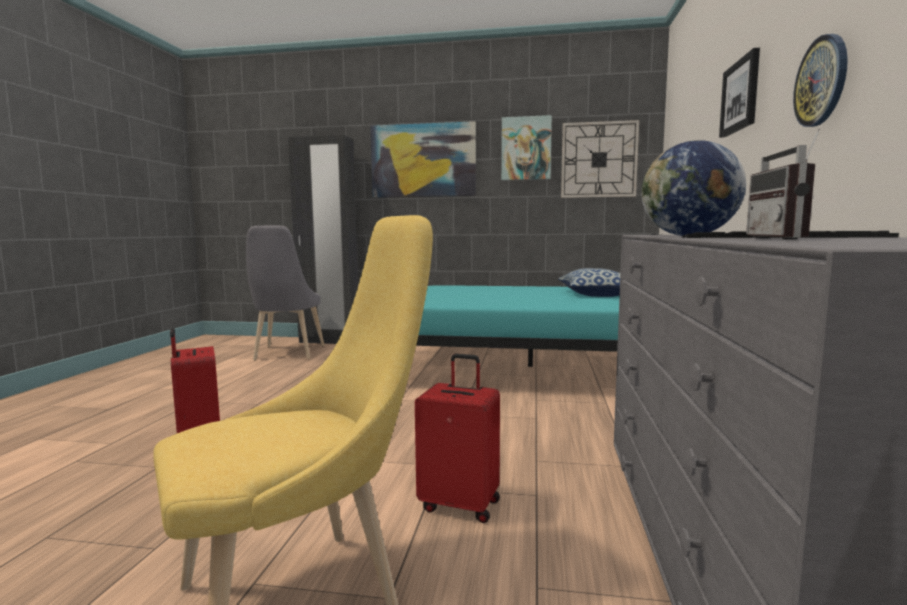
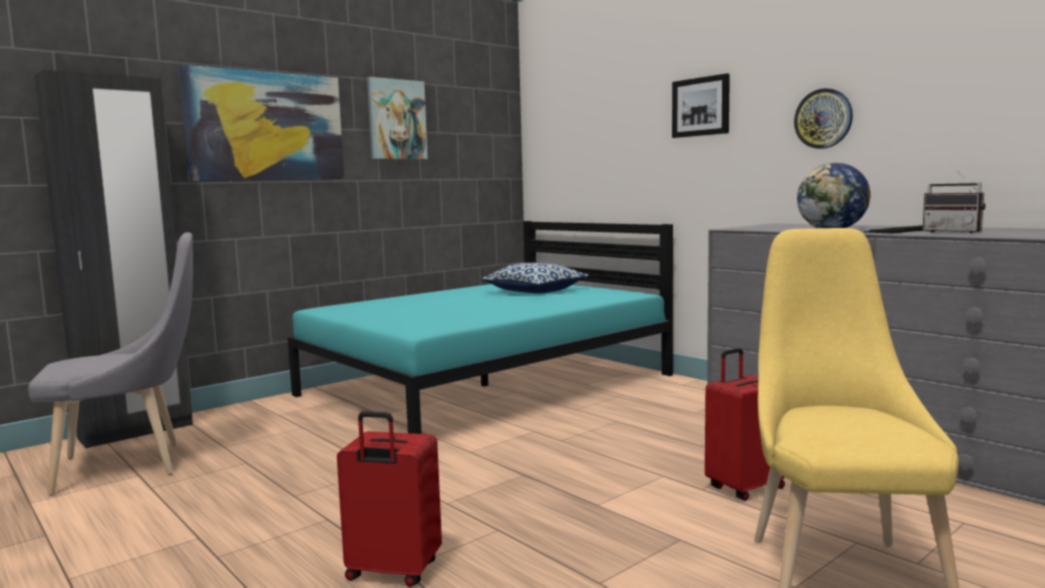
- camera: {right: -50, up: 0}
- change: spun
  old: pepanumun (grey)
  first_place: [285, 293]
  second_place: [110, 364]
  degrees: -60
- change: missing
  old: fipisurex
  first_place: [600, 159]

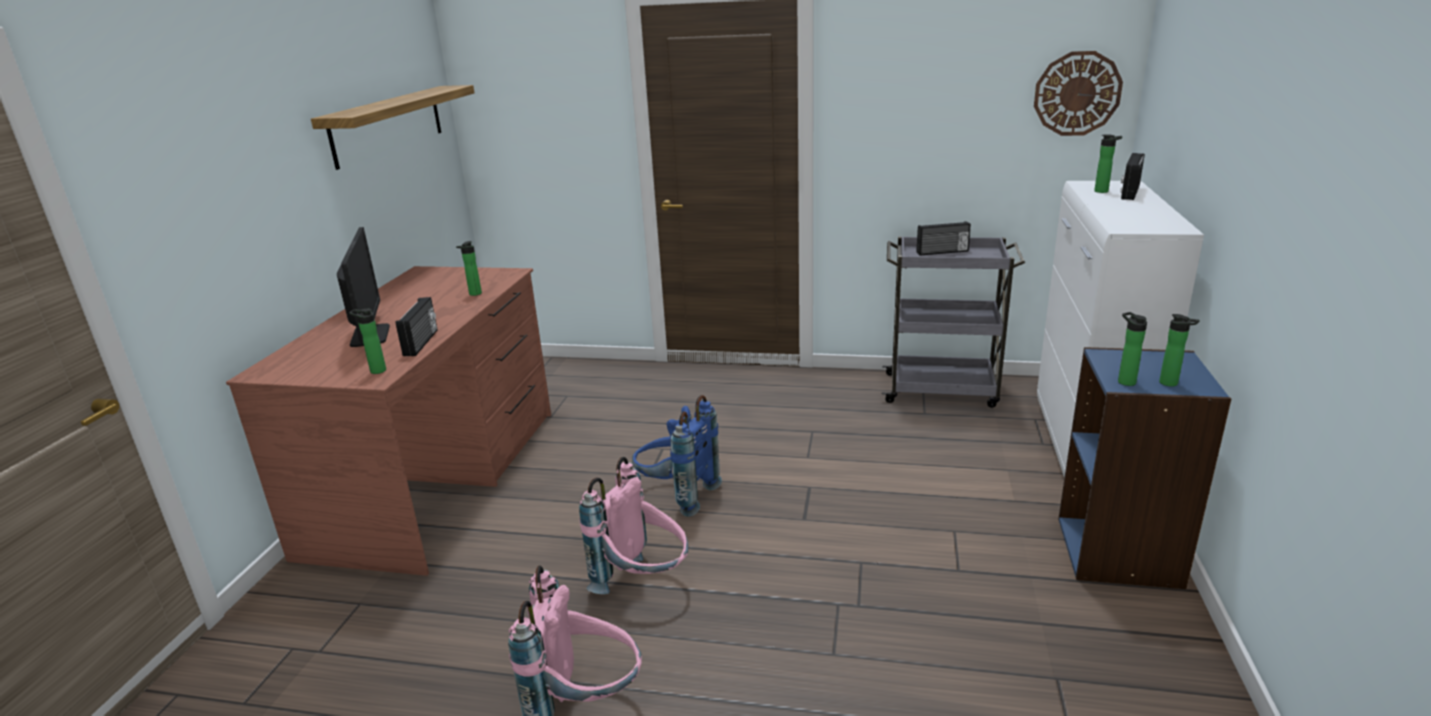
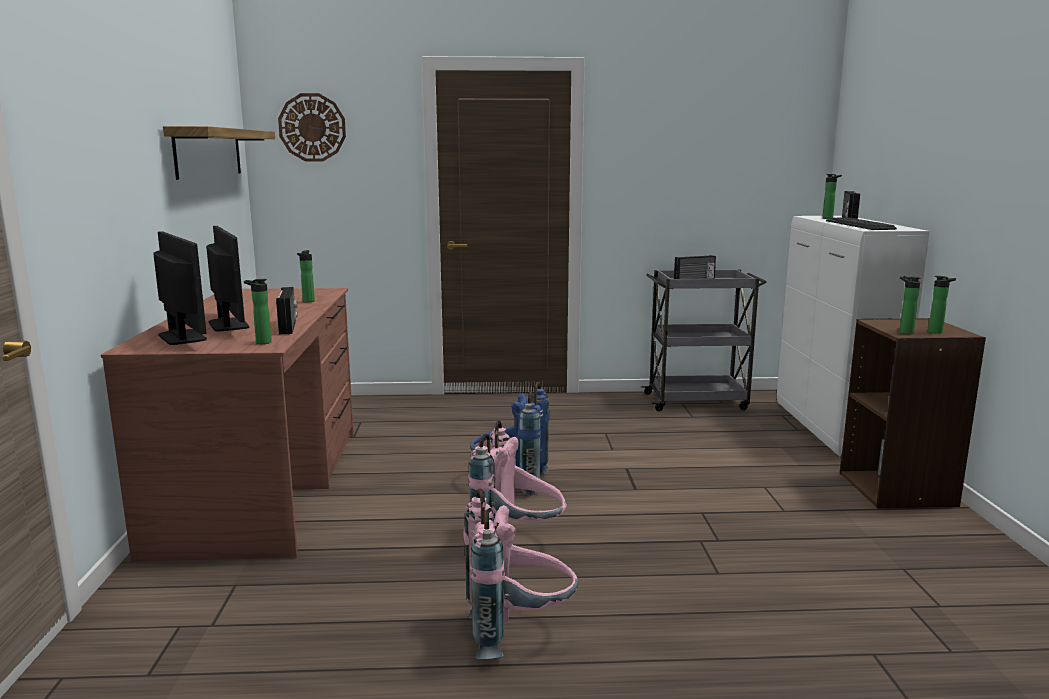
- camera: {right: -15, up: -10}
- change: relocated
  old: fipisurex
  first_place: [1078, 93]
  second_place: [312, 127]
- change: colour
  old: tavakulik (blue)
  new: tavakulik (brown)
  first_place: [1144, 468]
  second_place: [913, 413]
- change: appeared
  new: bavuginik
  second_place: [180, 288]
- change: appeared
  new: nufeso
  second_place: [861, 223]

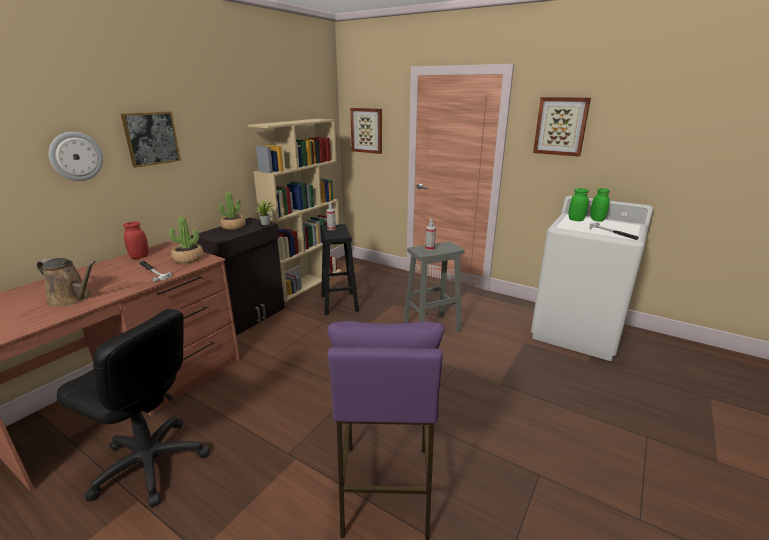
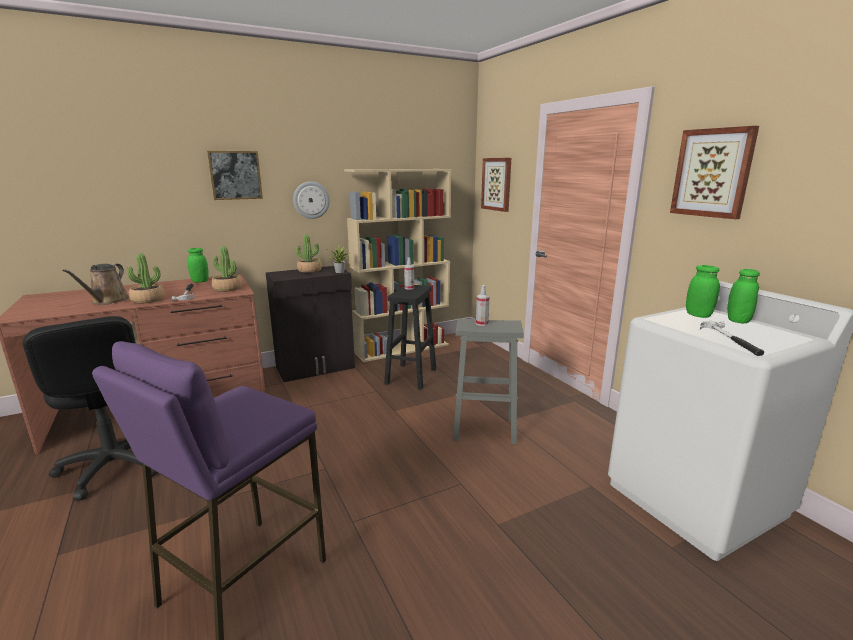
- camera: {right: 30, up: -5}
- change: spun
  old: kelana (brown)
  first_place: [66, 282]
  second_place: [95, 284]
  degrees: 45
- change: relocated
  old: fipisurex
  first_place: [76, 156]
  second_place: [311, 200]
- change: colour
  old: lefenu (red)
  new: lefenu (green)
  first_place: [136, 240]
  second_place: [198, 265]
- change: appeared
  new: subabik
  second_place: [146, 278]

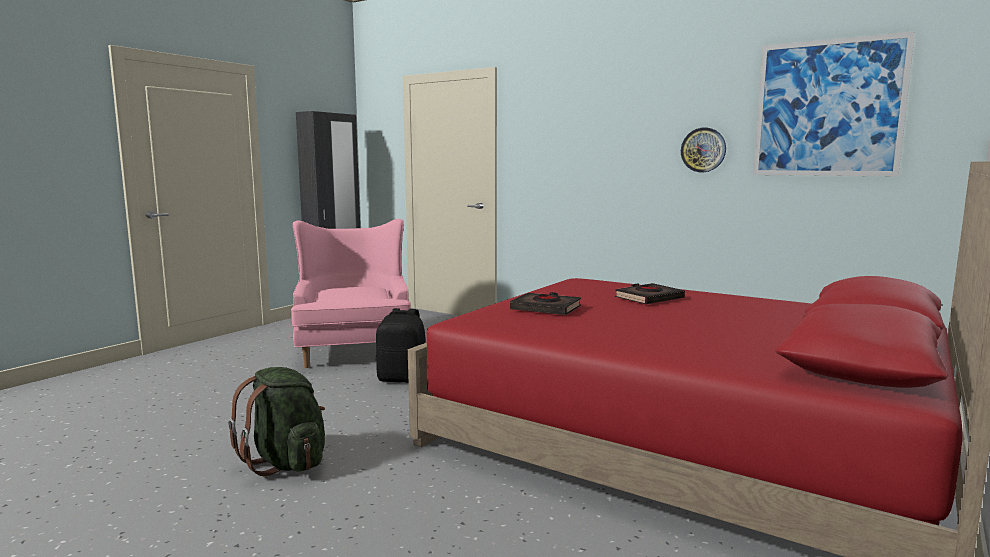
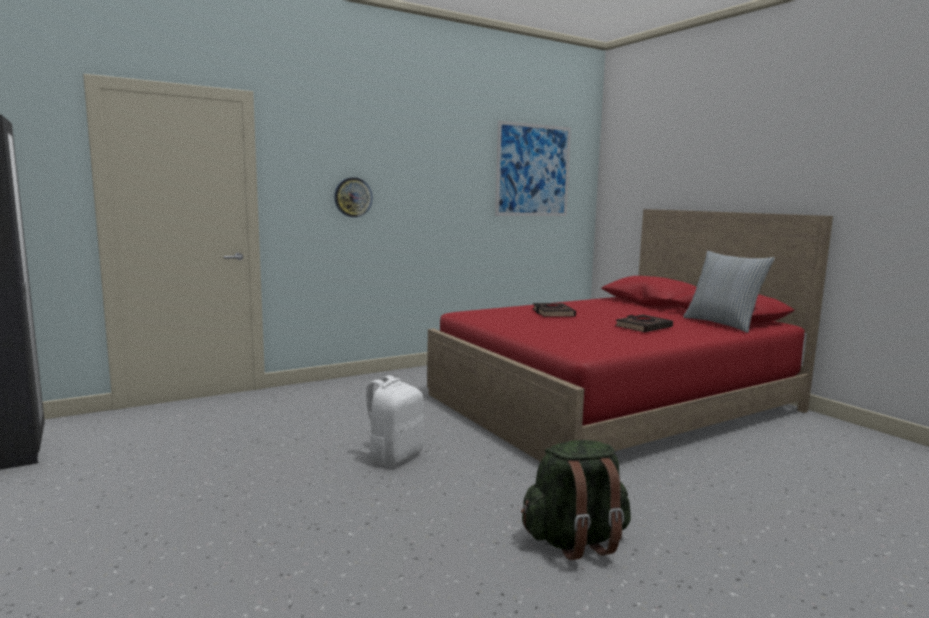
- camera: {right: -65, up: 0}
- change: missing
  old: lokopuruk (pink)
  first_place: [351, 293]
- change: colour
  old: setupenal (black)
  new: setupenal (white)
  first_place: [401, 345]
  second_place: [392, 420]
- change: relocated
  old: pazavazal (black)
  first_place: [545, 303]
  second_place: [644, 323]
- change: relocated
  old: fipisurex
  first_place: [703, 149]
  second_place: [353, 197]
- change: appeared
  new: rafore
  second_place: [729, 292]

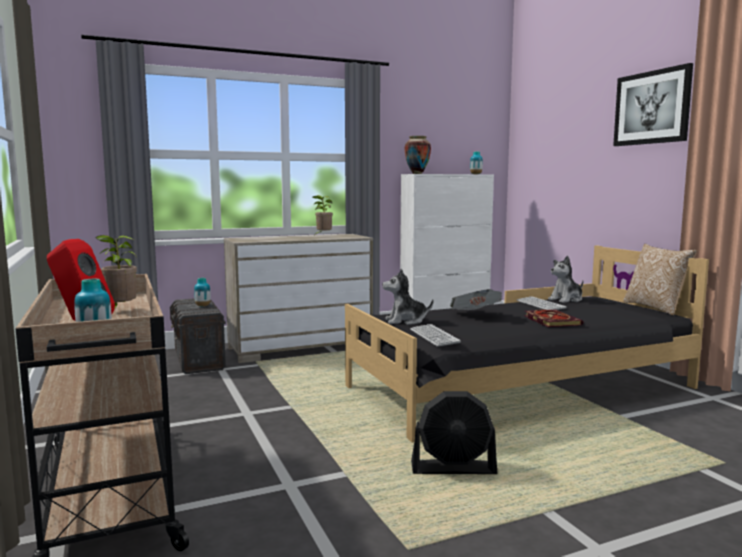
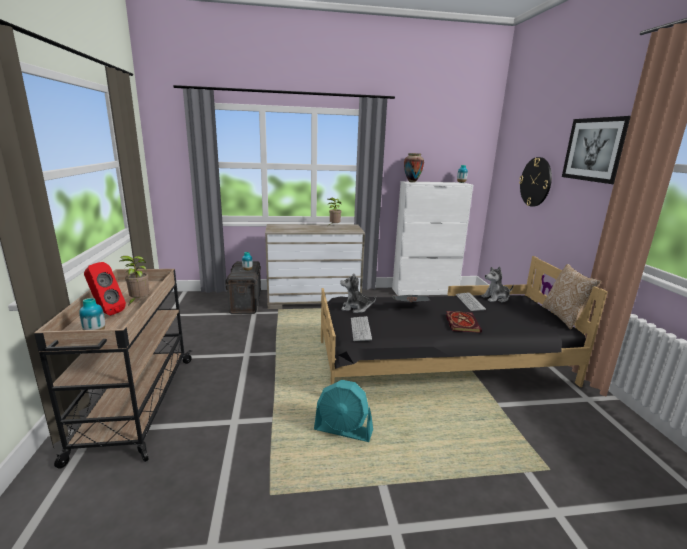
- camera: {right: 15, up: 10}
- change: colour
  old: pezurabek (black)
  new: pezurabek (turquoise)
  first_place: [454, 432]
  second_place: [343, 411]
- change: appeared
  new: fipisurex
  second_place: [535, 181]

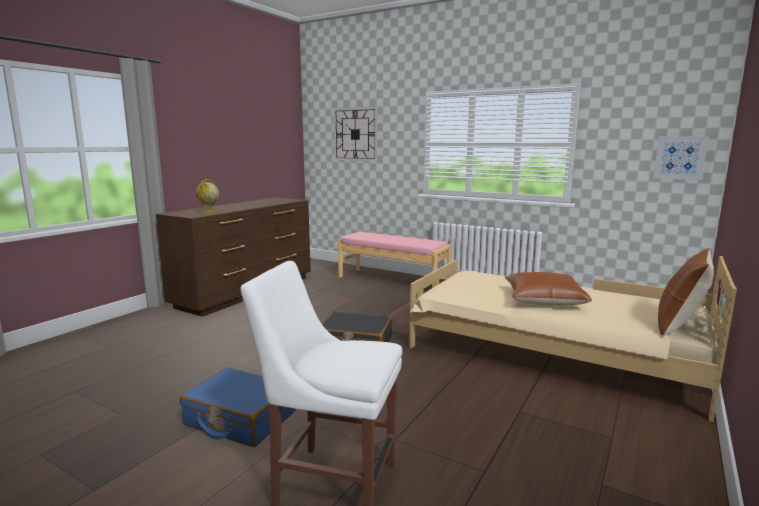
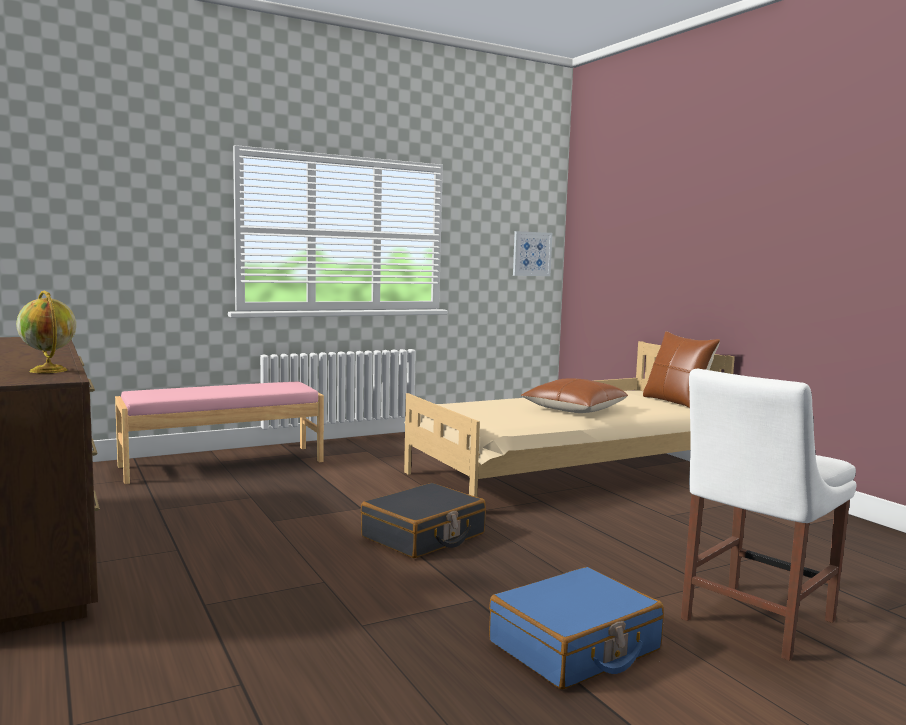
- camera: {right: -60, up: -5}
- change: missing
  old: fipisurex
  first_place: [355, 134]

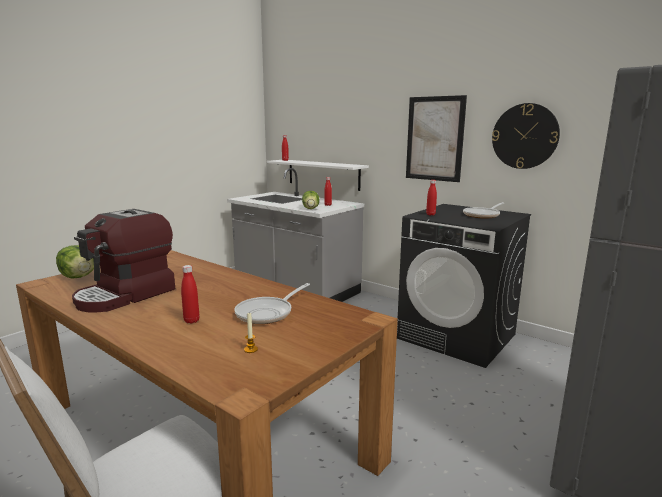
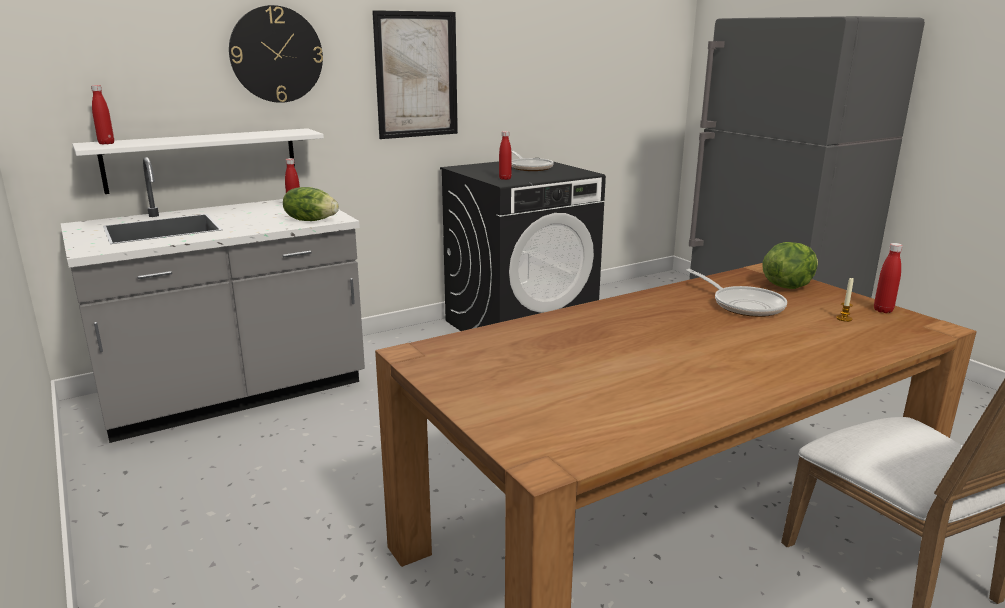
- camera: {right: -70, up: 5}
- change: relocated
  old: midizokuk
  first_place: [75, 262]
  second_place: [790, 265]
- change: missing
  old: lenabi
  first_place: [123, 260]
- change: relocated
  old: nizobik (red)
  first_place: [190, 294]
  second_place: [888, 278]
- change: relocated
  old: fipisurex
  first_place: [526, 136]
  second_place: [276, 54]

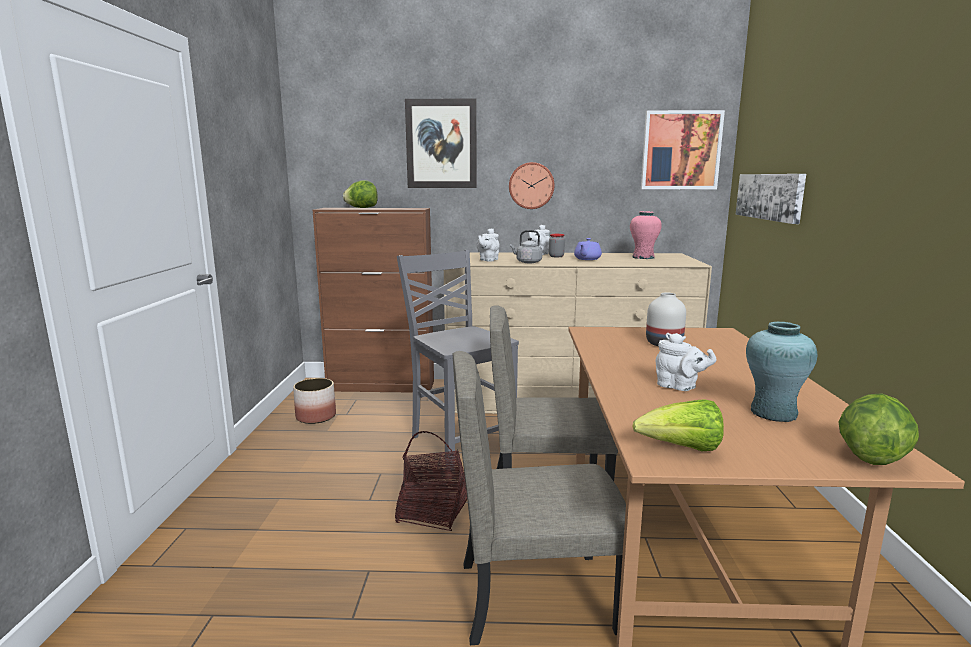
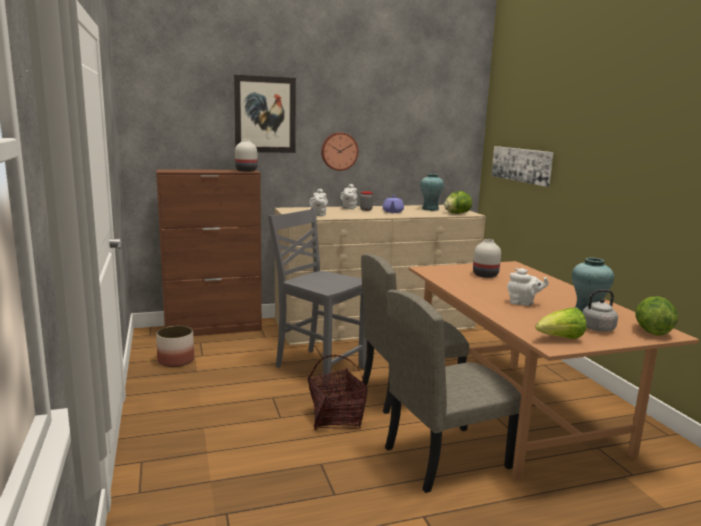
- camera: {right: -20, up: 0}
- change: relocated
  old: midizokuk
  first_place: [360, 194]
  second_place: [458, 202]
- change: relocated
  old: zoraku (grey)
  first_place: [526, 246]
  second_place: [596, 310]
- change: colour
  old: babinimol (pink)
  new: babinimol (turquoise)
  first_place: [646, 235]
  second_place: [432, 192]
- change: missing
  old: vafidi
  first_place: [683, 149]
- change: appeared
  new: babinimol (white)
  second_place: [246, 155]

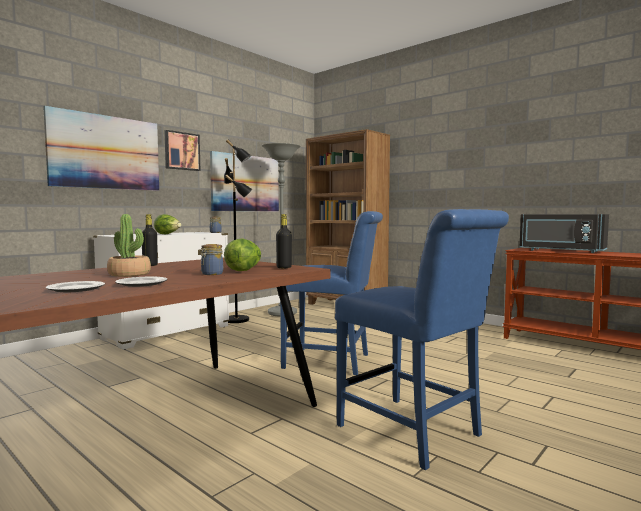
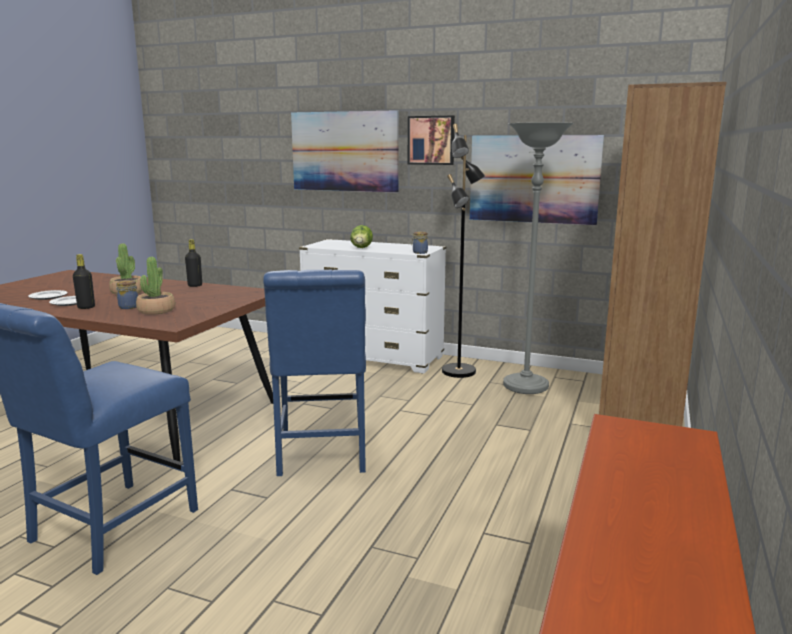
- camera: {right: 70, up: 10}
- change: exchanged
  old: midizokuk
  new: subabik
  first_place: [242, 254]
  second_place: [155, 285]
- change: relocated
  old: nizobik (black)
  first_place: [284, 241]
  second_place: [84, 281]
- change: missing
  old: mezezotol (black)
  first_place: [564, 233]

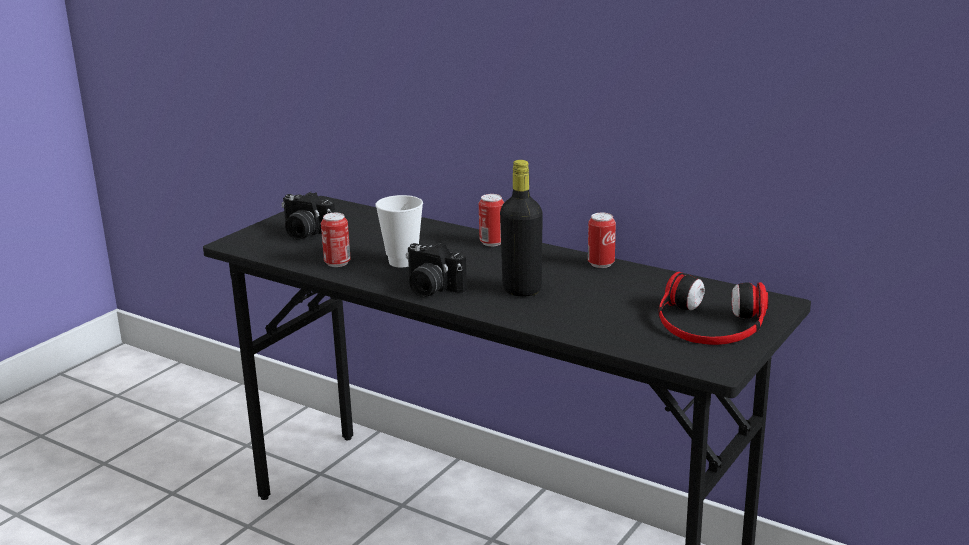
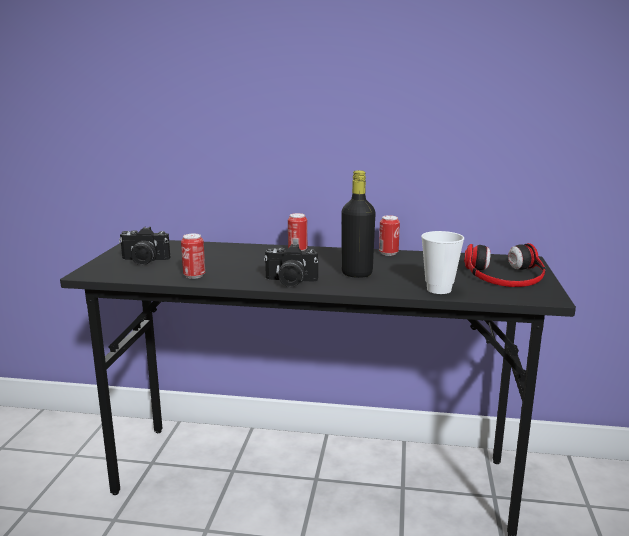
- camera: {right: -25, up: -5}
- change: relocated
  old: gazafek
  first_place: [399, 231]
  second_place: [442, 262]

